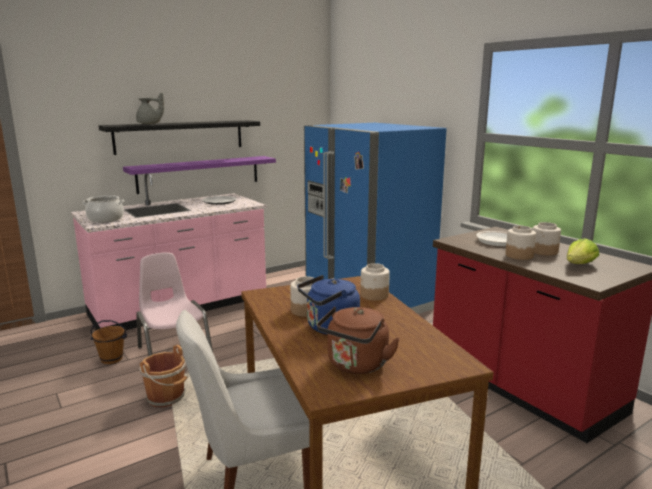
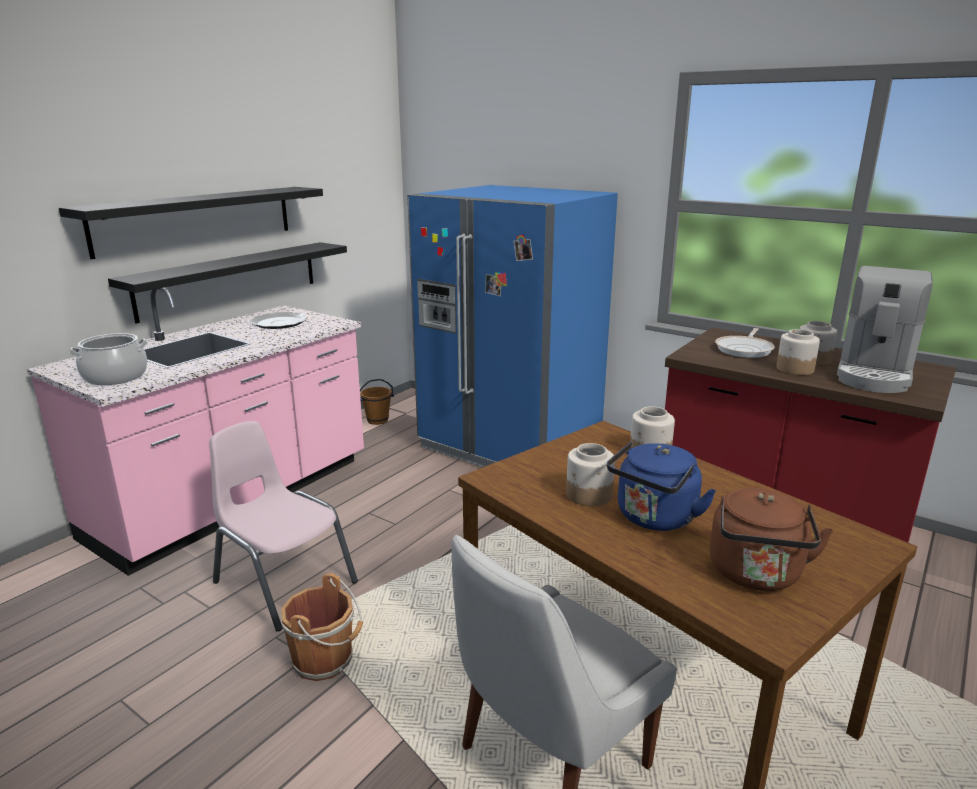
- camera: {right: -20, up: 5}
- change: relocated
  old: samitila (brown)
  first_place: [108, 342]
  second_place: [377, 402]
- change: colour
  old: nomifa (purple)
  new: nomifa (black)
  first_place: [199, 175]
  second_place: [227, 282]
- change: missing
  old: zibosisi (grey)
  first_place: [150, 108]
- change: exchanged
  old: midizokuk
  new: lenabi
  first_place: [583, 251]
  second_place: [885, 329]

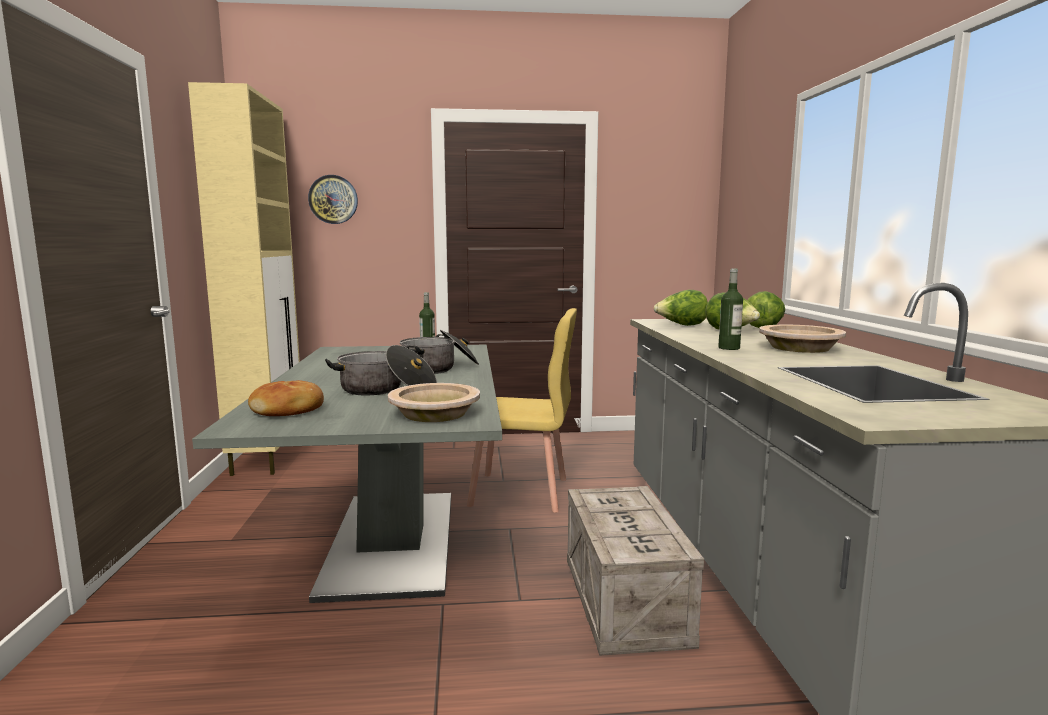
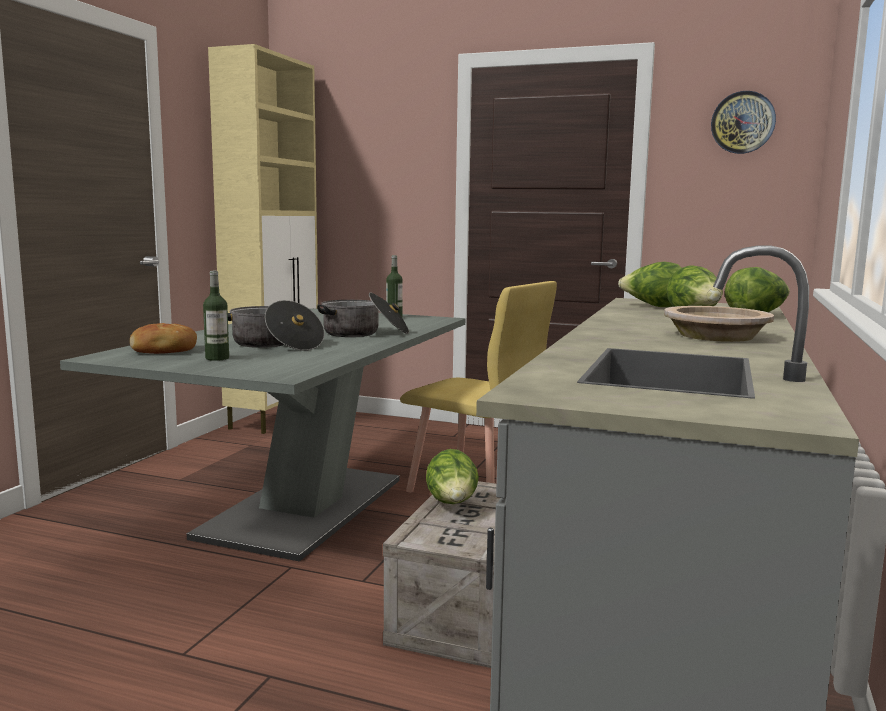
- camera: {right: 25, up: 0}
- change: relocated
  old: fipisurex
  first_place: [333, 199]
  second_place: [743, 122]
- change: missing
  old: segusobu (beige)
  first_place: [434, 402]
- change: relocated
  old: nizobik
  first_place: [730, 309]
  second_place: [216, 316]
- change: appeared
  new: midizokuk
  second_place: [452, 476]

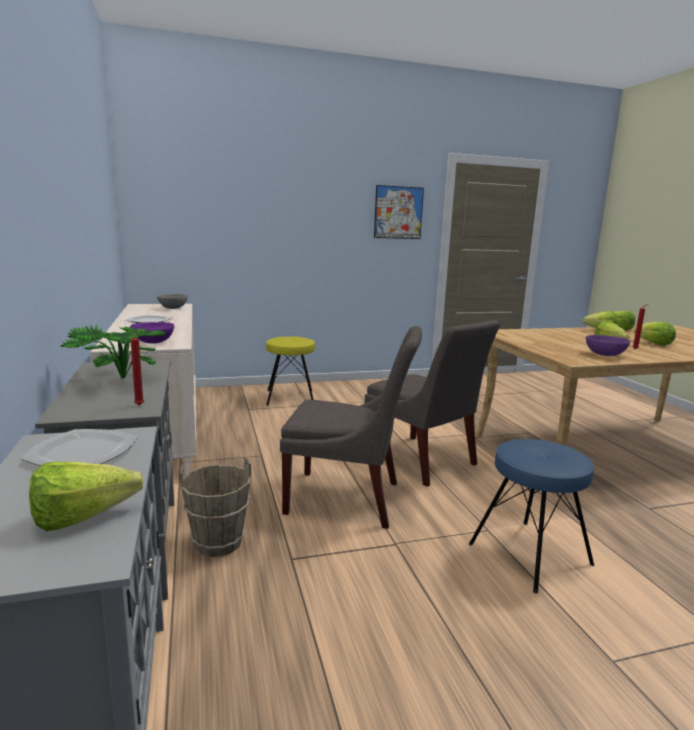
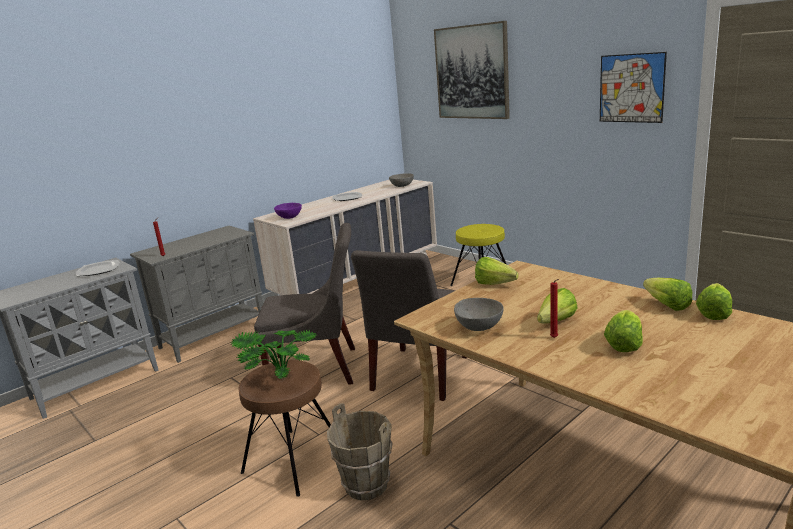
- camera: {right: 65, up: 5}
- change: relocated
  old: midizokuk
  first_place: [86, 496]
  second_place: [497, 271]
- change: relocated
  old: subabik
  first_place: [113, 351]
  second_place: [273, 354]
- change: relocated
  old: samitila (brown)
  first_place: [215, 507]
  second_place: [359, 452]
- change: spun
  old: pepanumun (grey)
  first_place: [351, 427]
  second_place: [304, 304]
  degrees: -75
- change: colour
  old: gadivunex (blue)
  new: gadivunex (brown)
  first_place: [531, 516]
  second_place: [284, 428]
- change: colour
  old: segusobu (purple)
  new: segusobu (grey)
  first_place: [608, 345]
  second_place: [479, 314]
- change: appeared
  new: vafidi
  second_place: [472, 70]

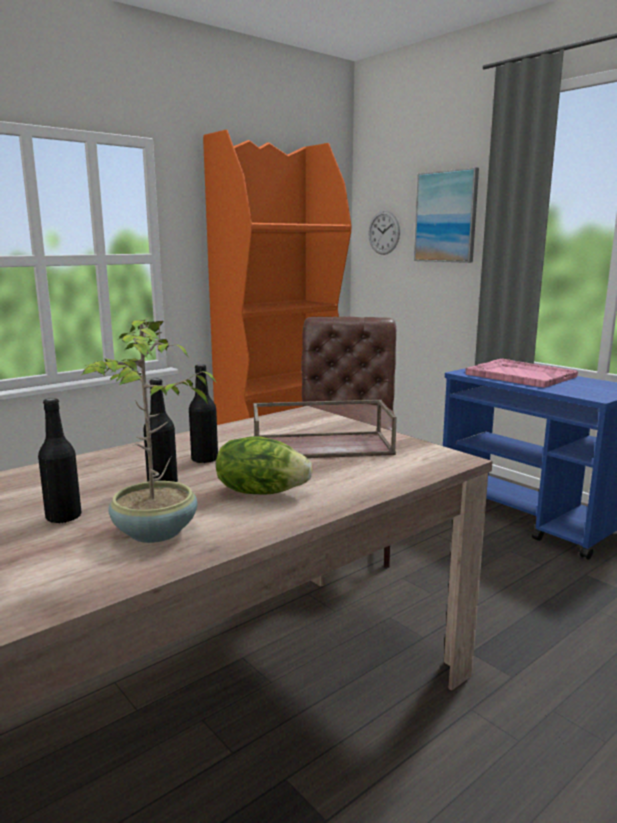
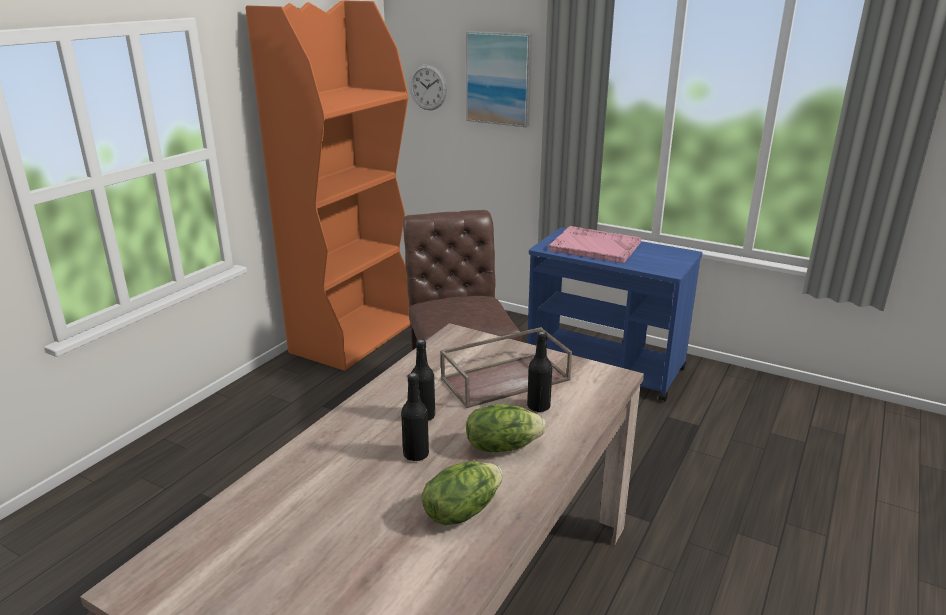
- camera: {right: -20, up: 10}
- change: relocated
  old: nizobik (black)
  first_place: [60, 461]
  second_place: [539, 371]
- change: exchanged
  old: subabik
  new: midizokuk
  first_place: [149, 430]
  second_place: [462, 493]

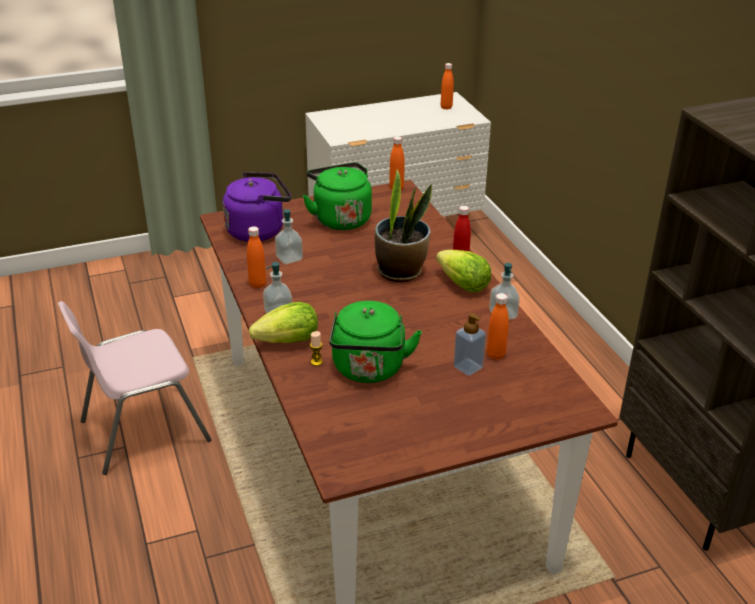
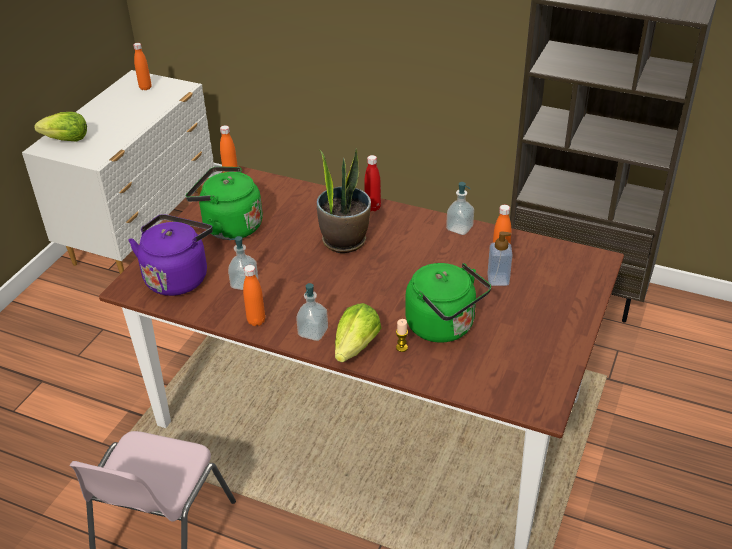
- camera: {right: -45, up: 5}
- change: relocated
  old: midizokuk
  first_place: [463, 271]
  second_place: [60, 126]

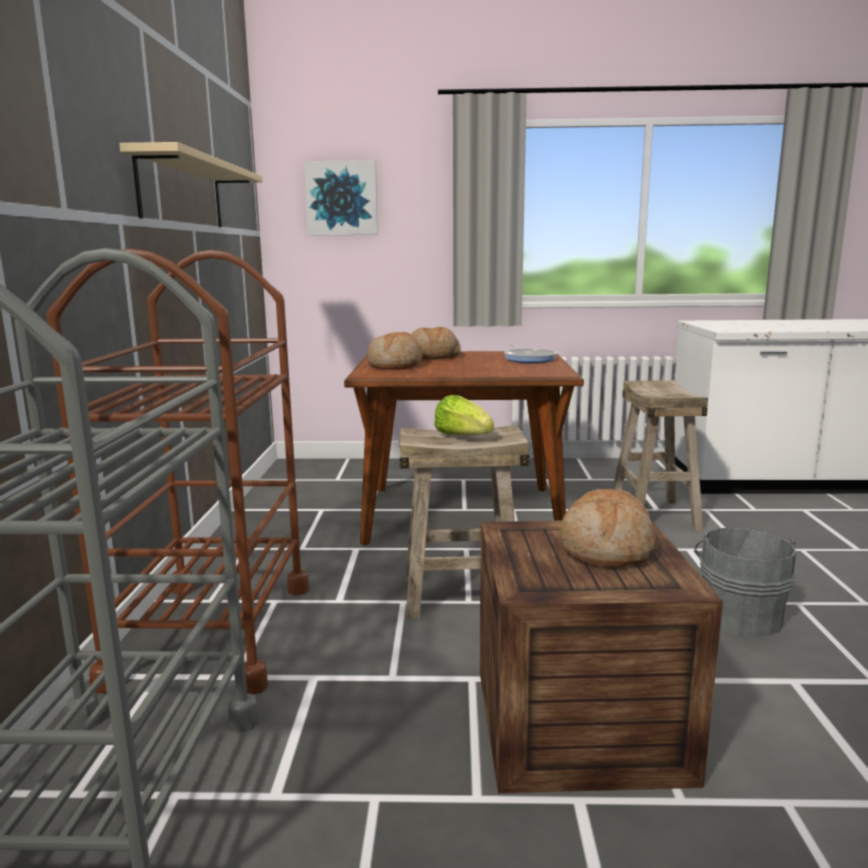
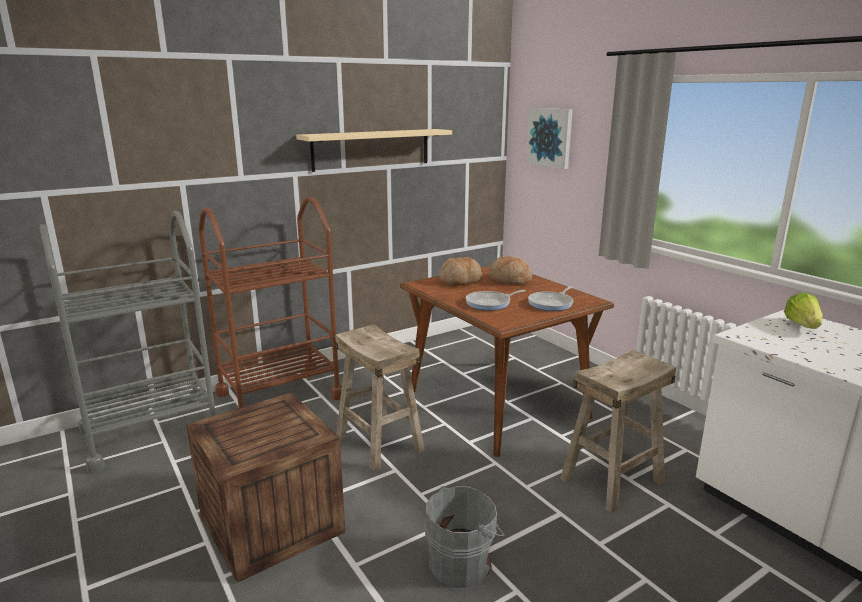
- camera: {right: 55, up: 5}
- change: relocated
  old: midizokuk
  first_place: [464, 415]
  second_place: [803, 310]
- change: missing
  old: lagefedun
  first_place: [607, 528]
- change: appeared
  new: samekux
  second_place: [496, 300]

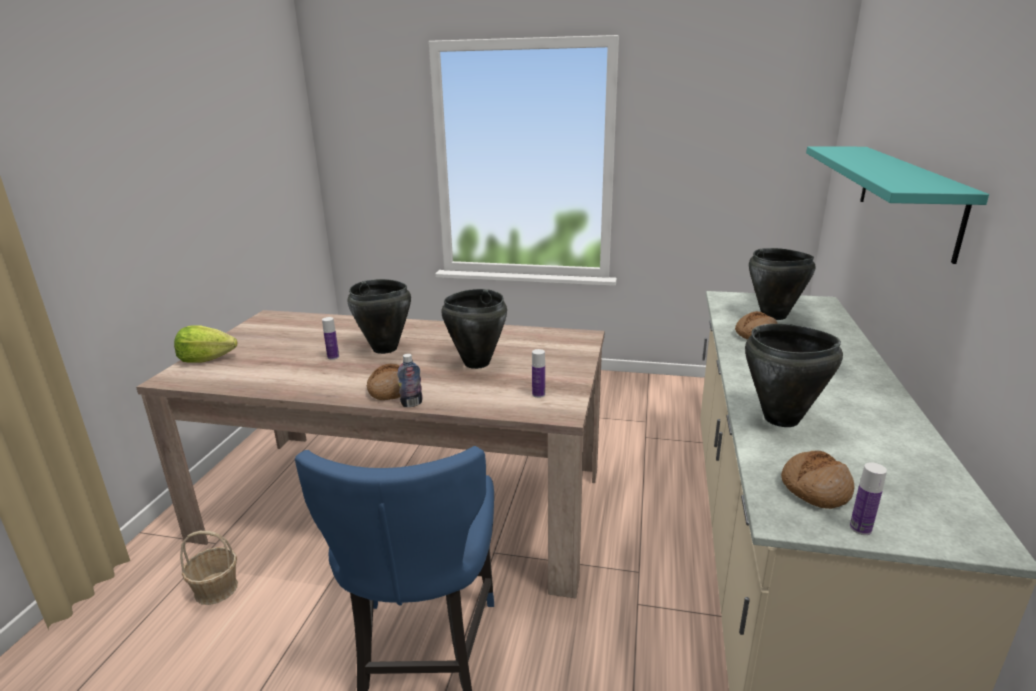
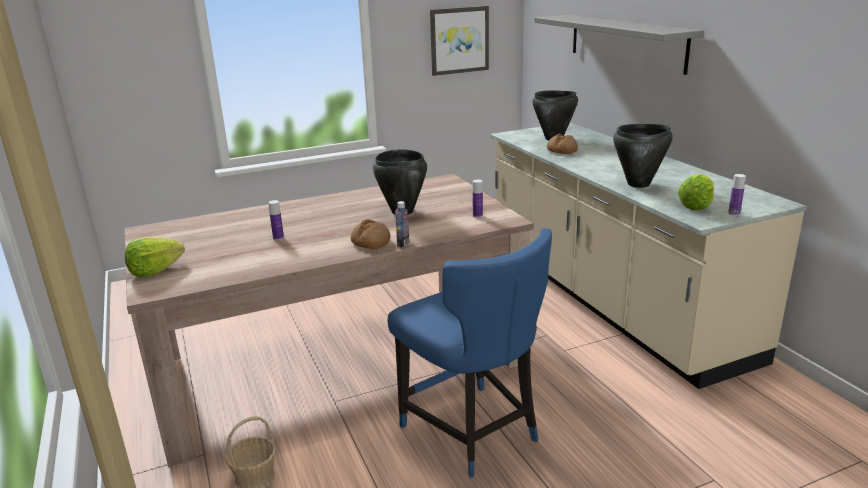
- camera: {right: -35, up: 0}
- change: missing
  old: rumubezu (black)
  first_place: [379, 316]
- change: exchanged
  old: lagefedun
  new: midizokuk
  first_place: [818, 479]
  second_place: [696, 192]
- change: colour
  old: nomifa (turquoise)
  new: nomifa (grey)
  first_place: [897, 205]
  second_place: [619, 45]
- change: appeared
  new: vafidi
  second_place: [459, 41]

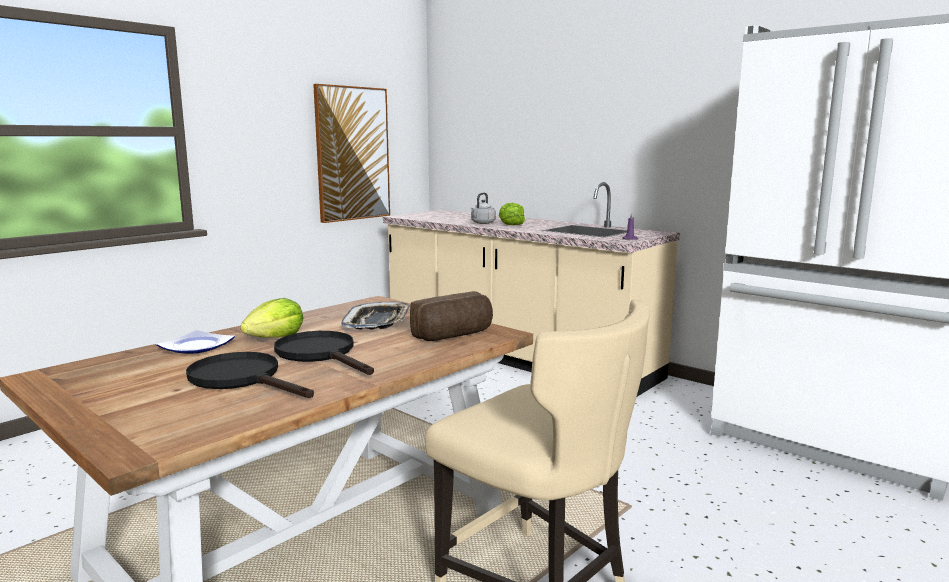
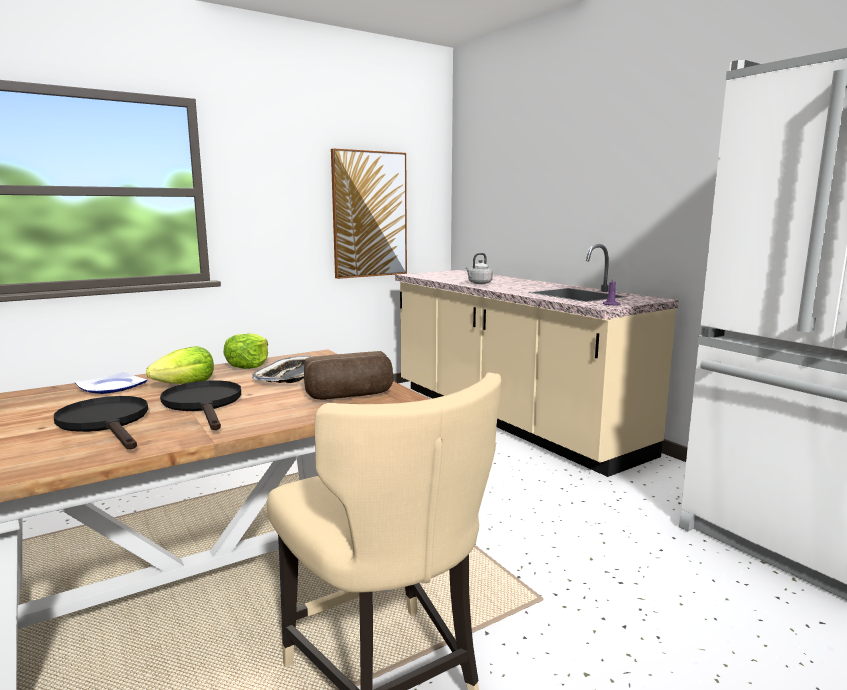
- camera: {right: 15, up: 0}
- change: relocated
  old: midizokuk
  first_place: [512, 214]
  second_place: [245, 351]

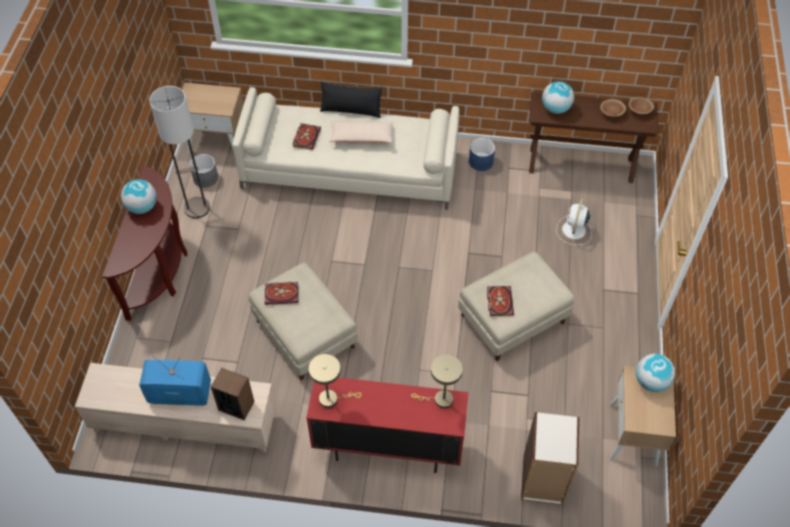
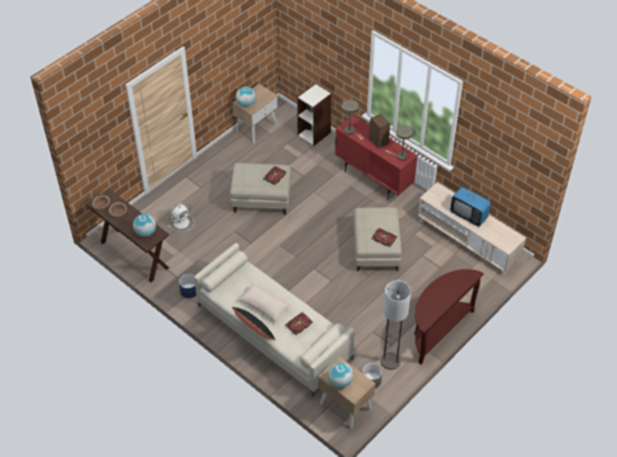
- camera: {right: -145, up: -5}
- change: relocated
  old: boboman
  first_place: [139, 196]
  second_place: [340, 375]
- change: relocated
  old: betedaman
  first_place: [233, 394]
  second_place: [379, 131]

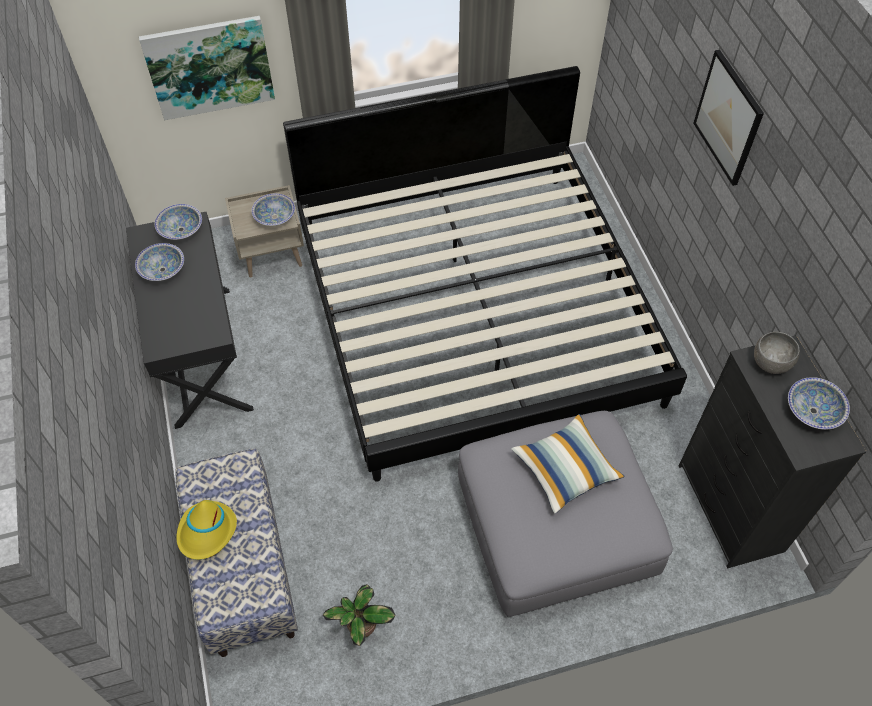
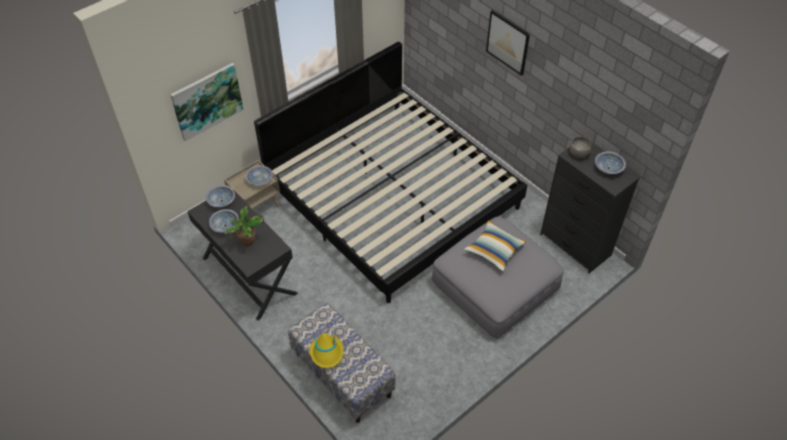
- camera: {right: -25, up: -5}
- change: relocated
  old: subabik
  first_place: [359, 615]
  second_place: [244, 226]

